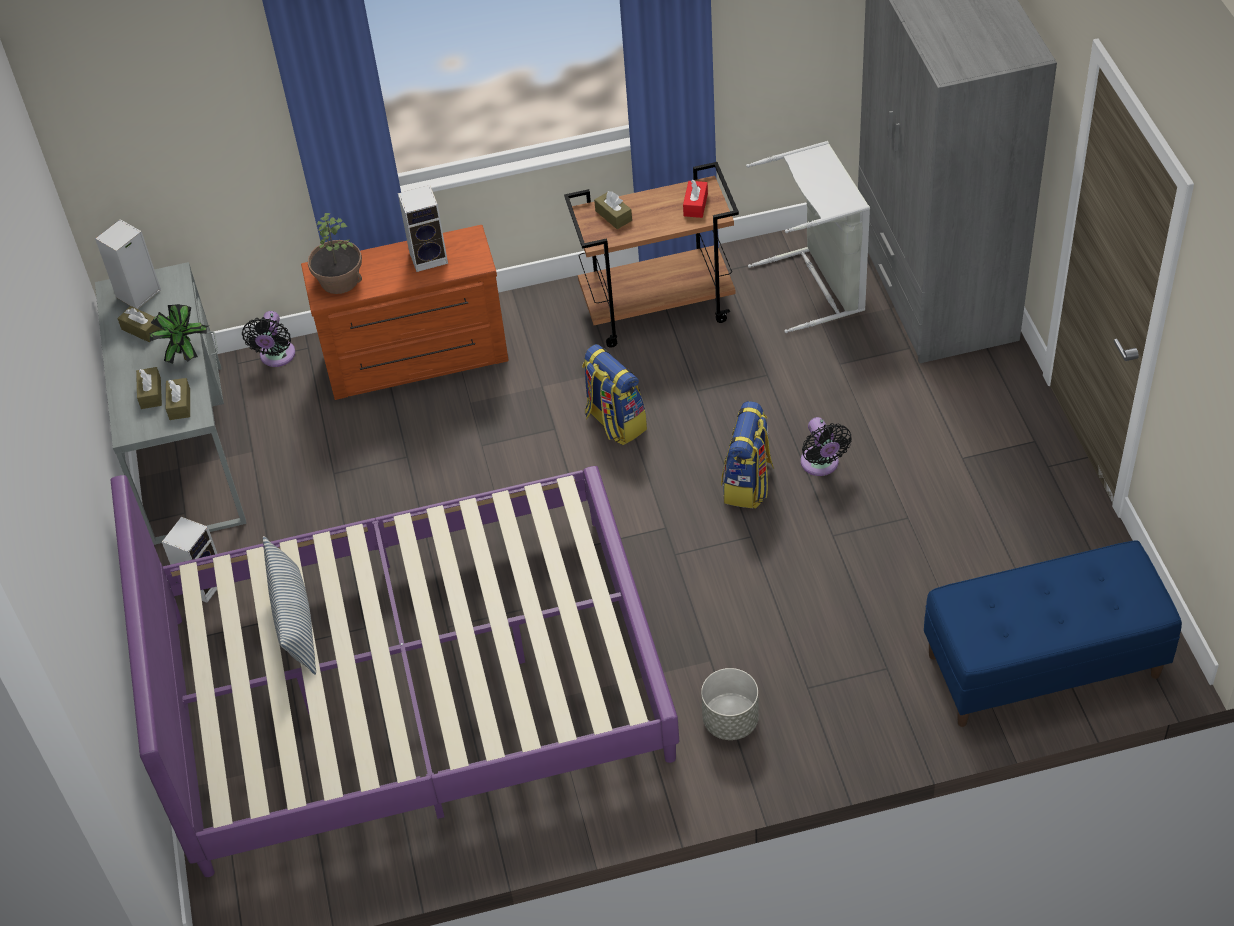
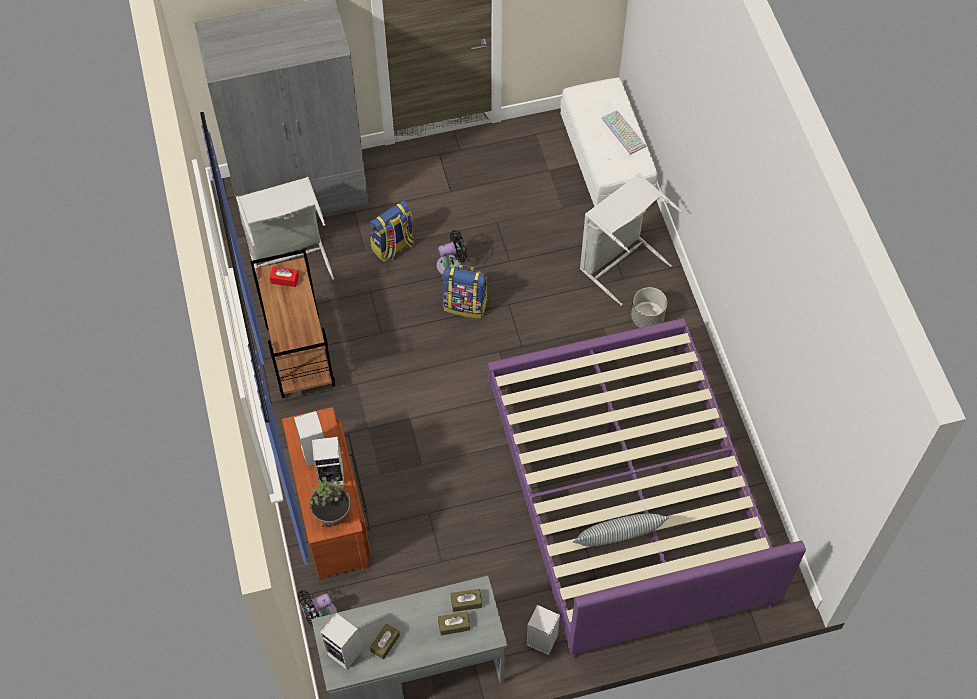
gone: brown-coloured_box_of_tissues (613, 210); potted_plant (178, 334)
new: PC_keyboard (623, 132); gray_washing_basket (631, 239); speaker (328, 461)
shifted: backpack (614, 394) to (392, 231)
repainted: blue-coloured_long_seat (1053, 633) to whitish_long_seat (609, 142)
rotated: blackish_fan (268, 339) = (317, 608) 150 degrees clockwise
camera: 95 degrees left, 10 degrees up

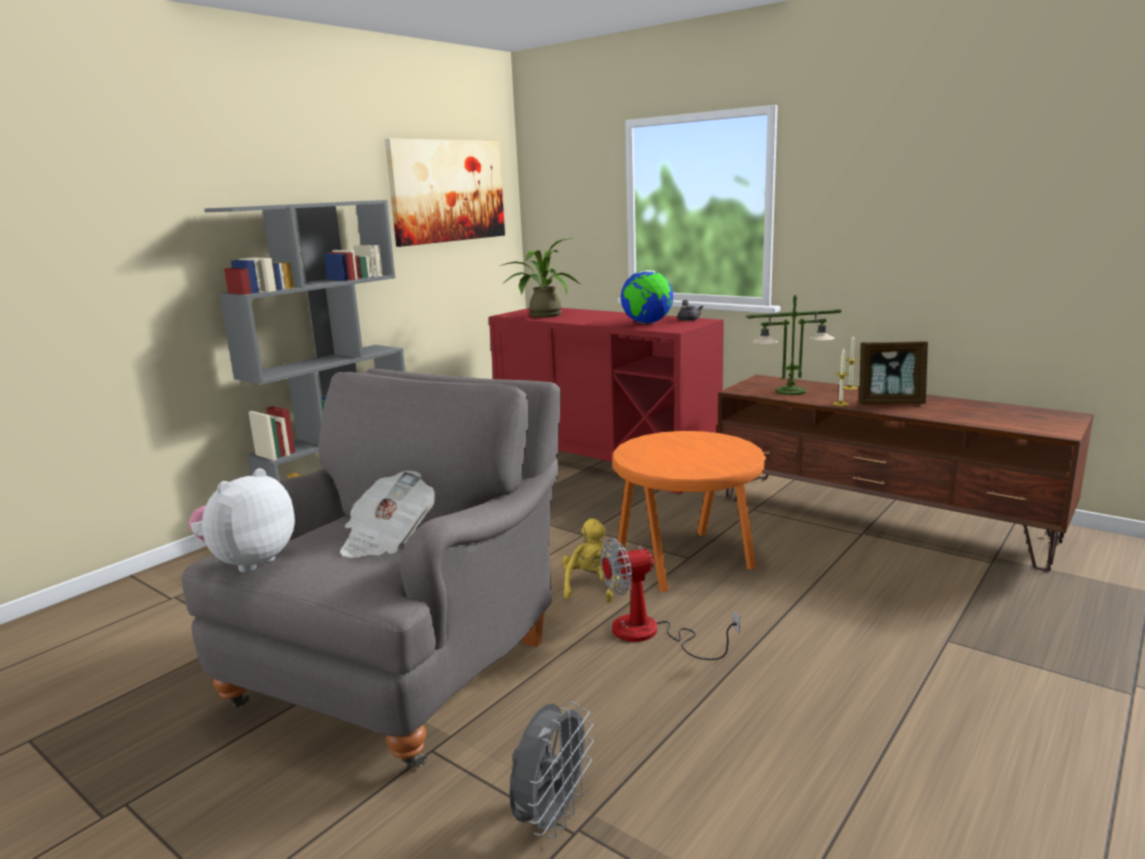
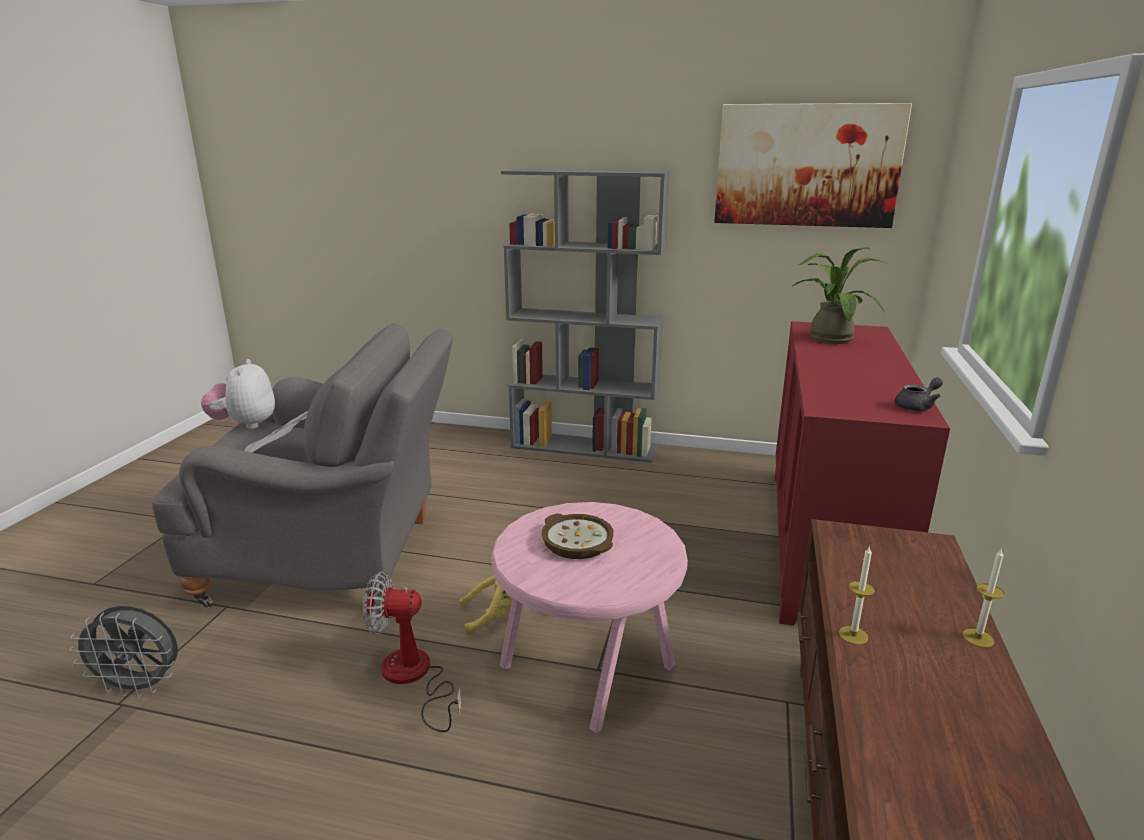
gone: desk_globe (646, 297); tabletop_lamp (794, 345); picture_frame (893, 372)
new: serving_bowl (577, 536)
repainted: orange-coloured_side_table (689, 511) to pink_side_table (589, 617)
rotated: plush_toy (242, 520) = (238, 394) 105 degrees counterclockwise; fan (670, 599) = (412, 652) 45 degrees counterclockwise
camera: 65 degrees right, 5 degrees up

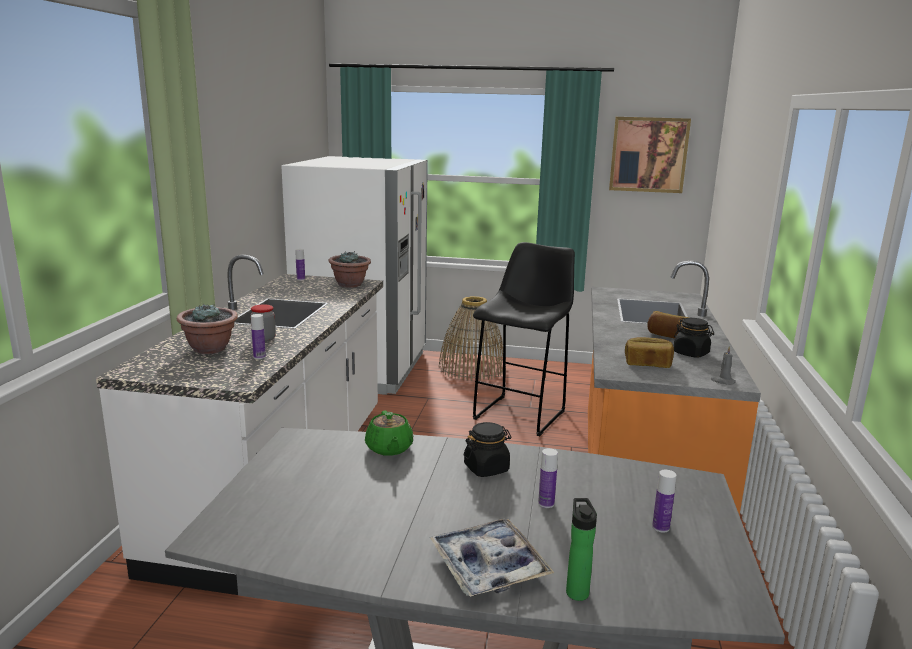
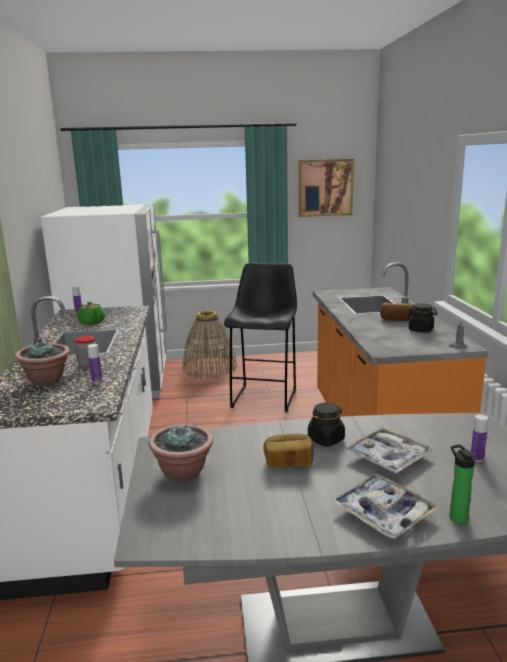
shifted: potted_plant (349, 270) to (181, 453); bakery_bread (649, 352) to (288, 451); greenish_teapot (389, 433) to (91, 313)
swapped: bottle (548, 478) to tray (389, 450)
camera: 15 degrees left, 0 degrees up

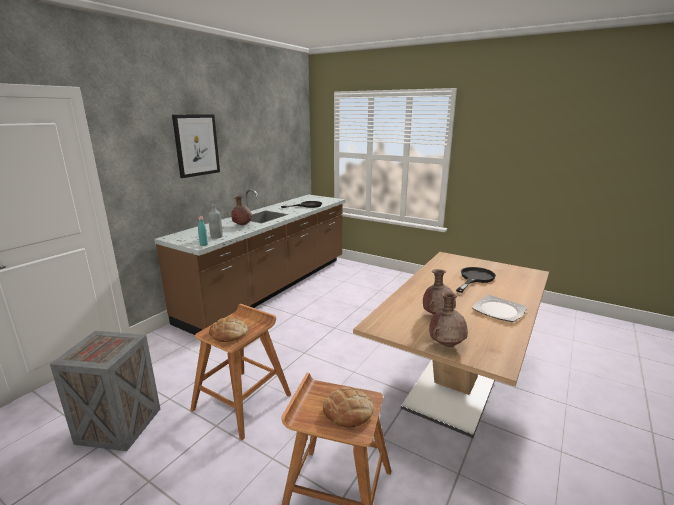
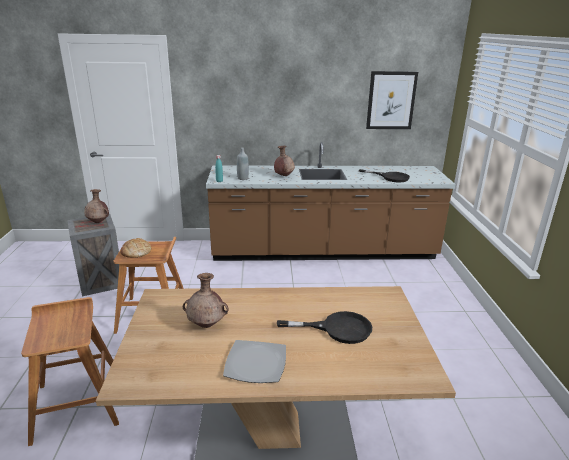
gone: bakery_bread (348, 407)
shifted: wall_picture (196, 146) to (392, 100); brown-coloured_decorative_vase (448, 319) to (96, 206)
camera: 55 degrees right, 5 degrees up

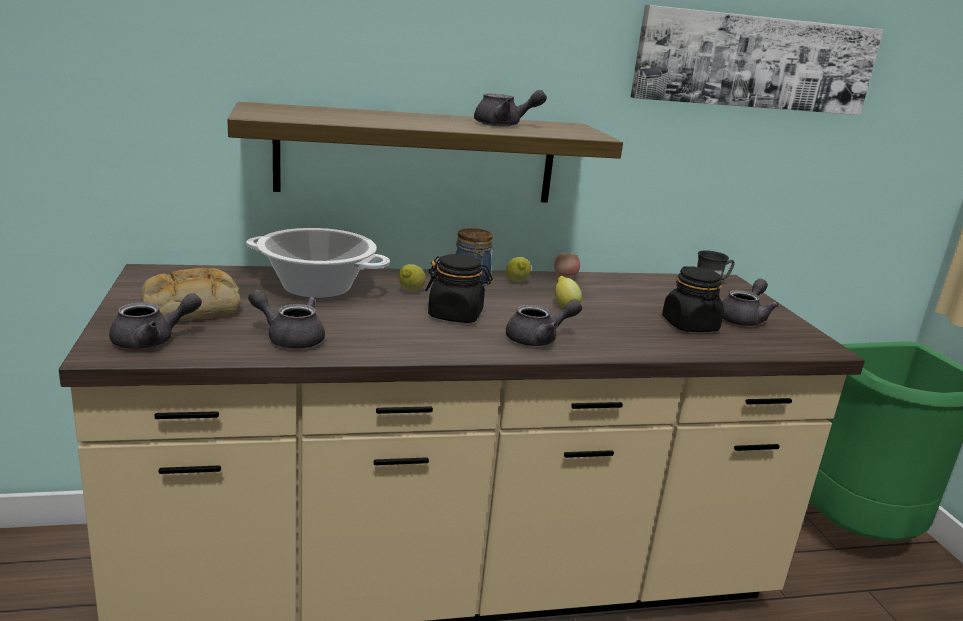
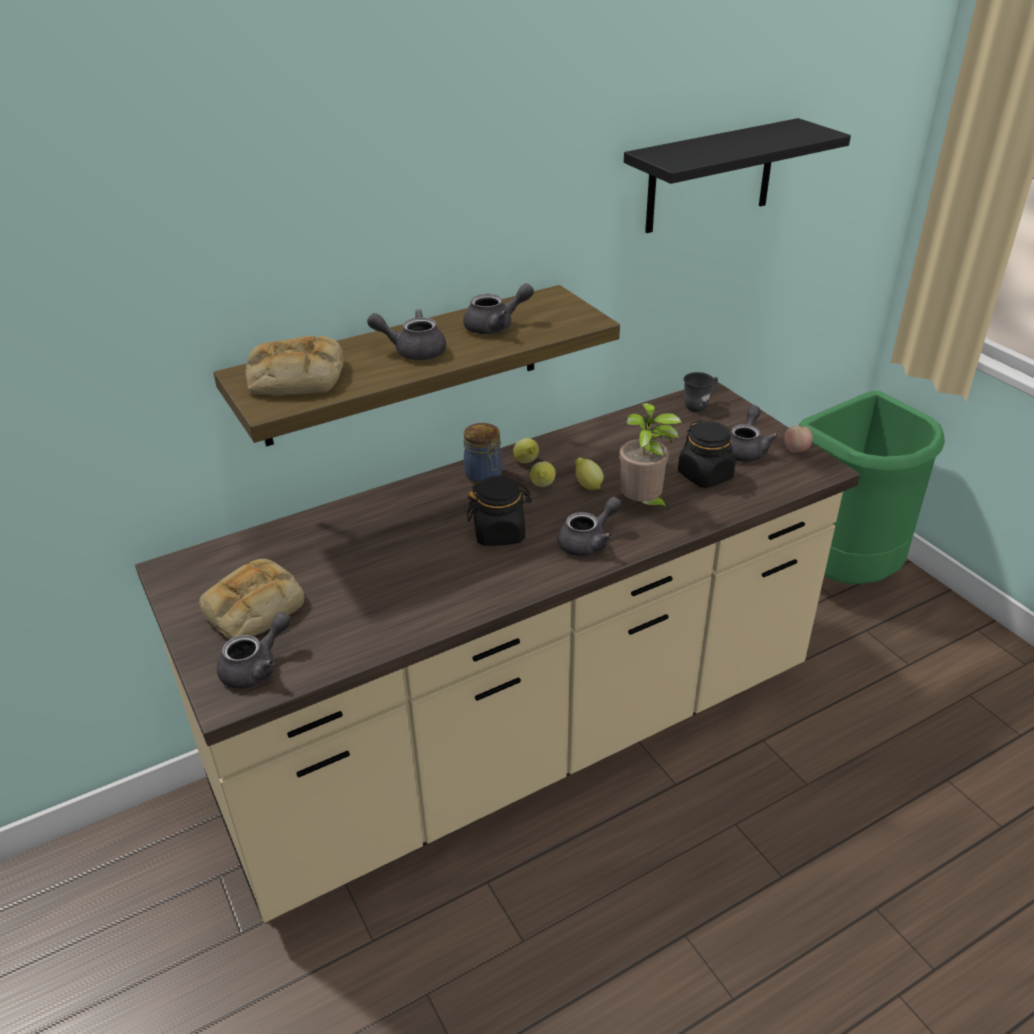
gone: stockpot (318, 263)
new: bakery_bread (295, 365); potted_plant (650, 457)
shifted: apple (567, 265) to (798, 439); whole_lemon (412, 277) to (543, 474); gray_teapot (286, 319) to (406, 334)
swapped: wall_picture (757, 60) to blackish_shelf (737, 175)
camera: 15 degrees left, 15 degrees up

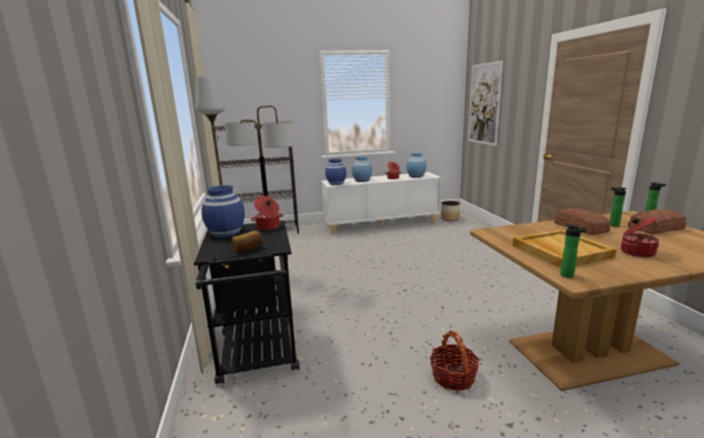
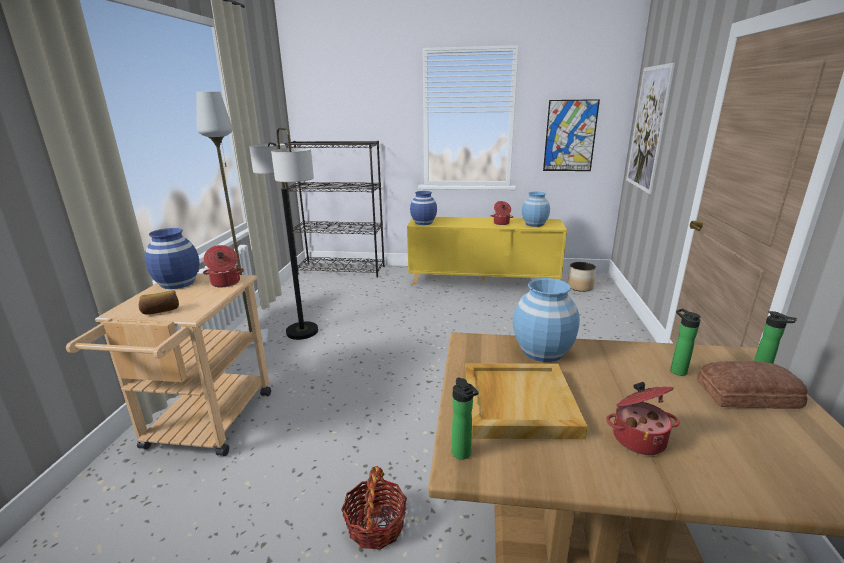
gone: bakery_bread (582, 221)
new: wall_picture (571, 135)
shifted: blue-coloured_decorative_vase (362, 169) to (546, 320)
repainted: whitish_cabinet (381, 203) to yellow-coloured_cabinet (487, 251); blackish_trolley (247, 302) to beige_trolley (168, 364)
camera: 20 degrees right, 5 degrees up

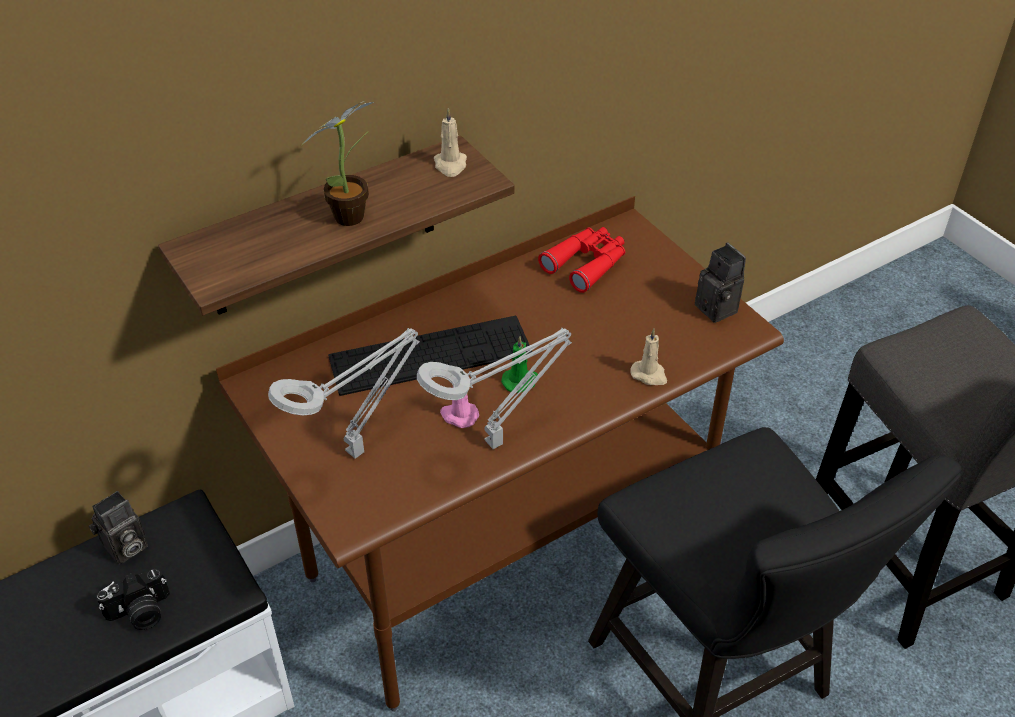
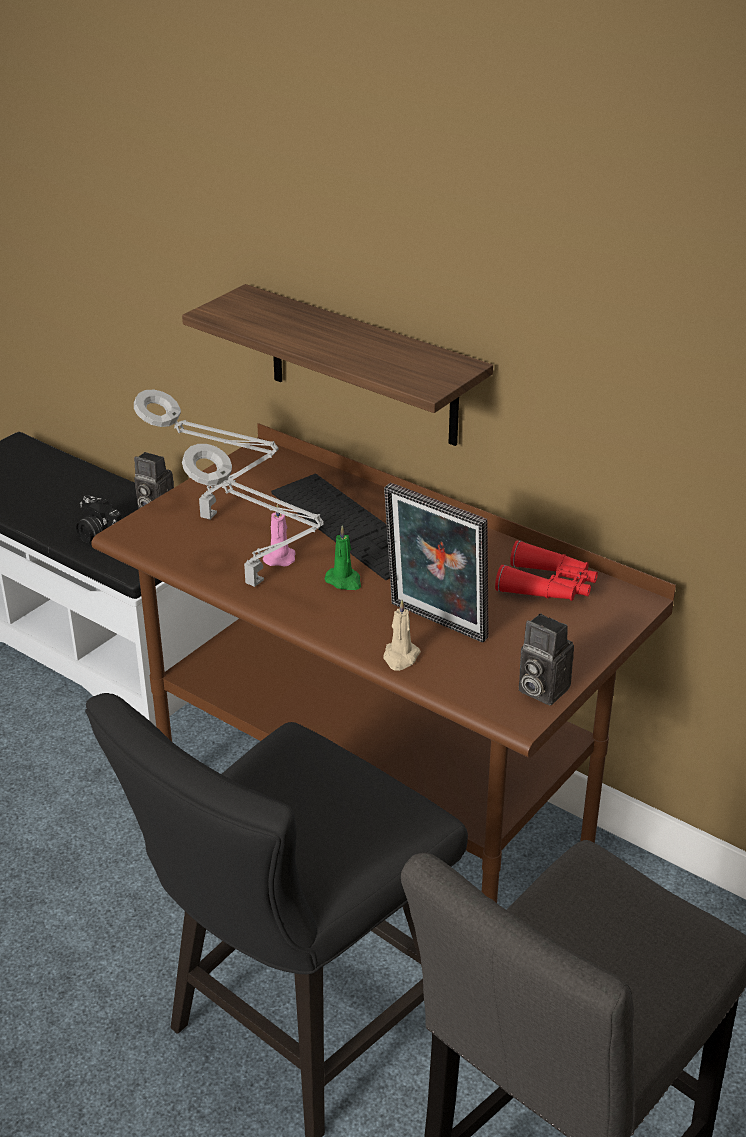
gone: potted_plant (338, 163); beige_candle (450, 142)
new: picture_frame (436, 562)
rotated: photo_camera (720, 282) = (546, 659) 90 degrees clockwise
camera: 70 degrees right, 10 degrees down

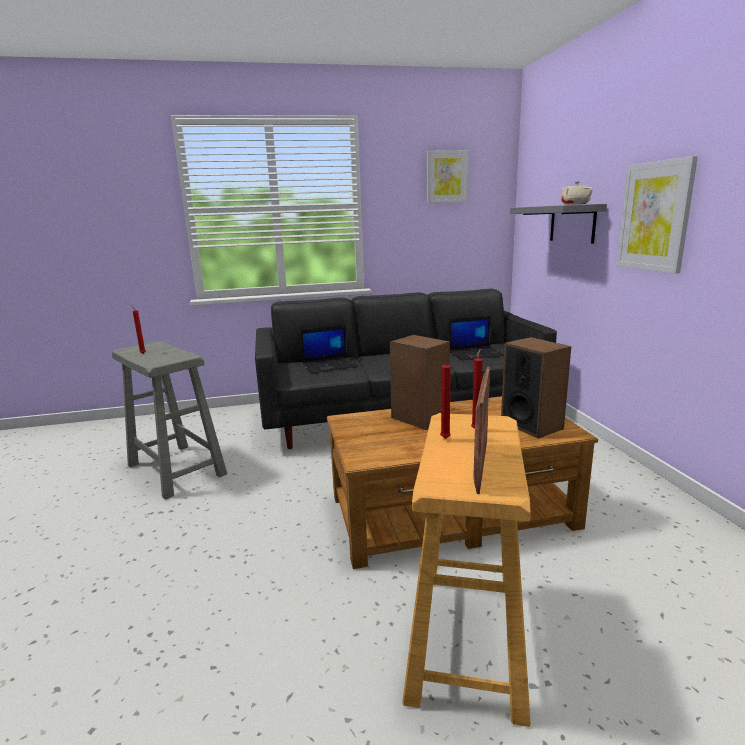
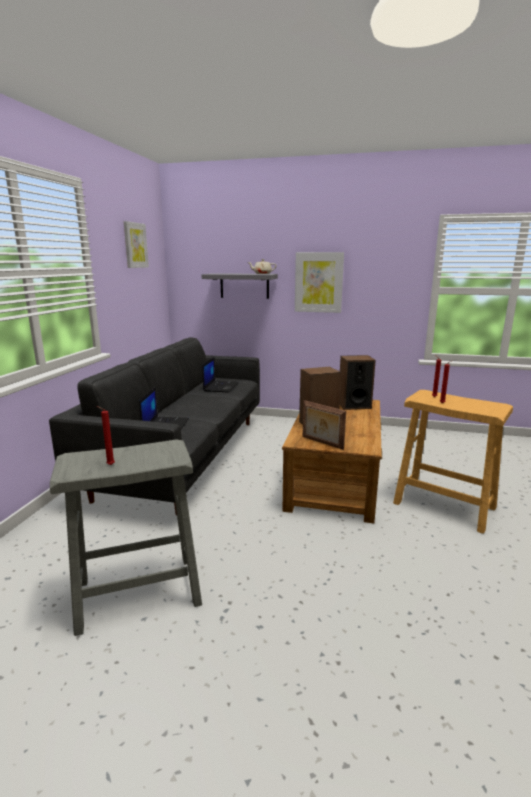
shifted: picture_frame (481, 430) to (324, 425)
camera: 65 degrees left, 0 degrees up

